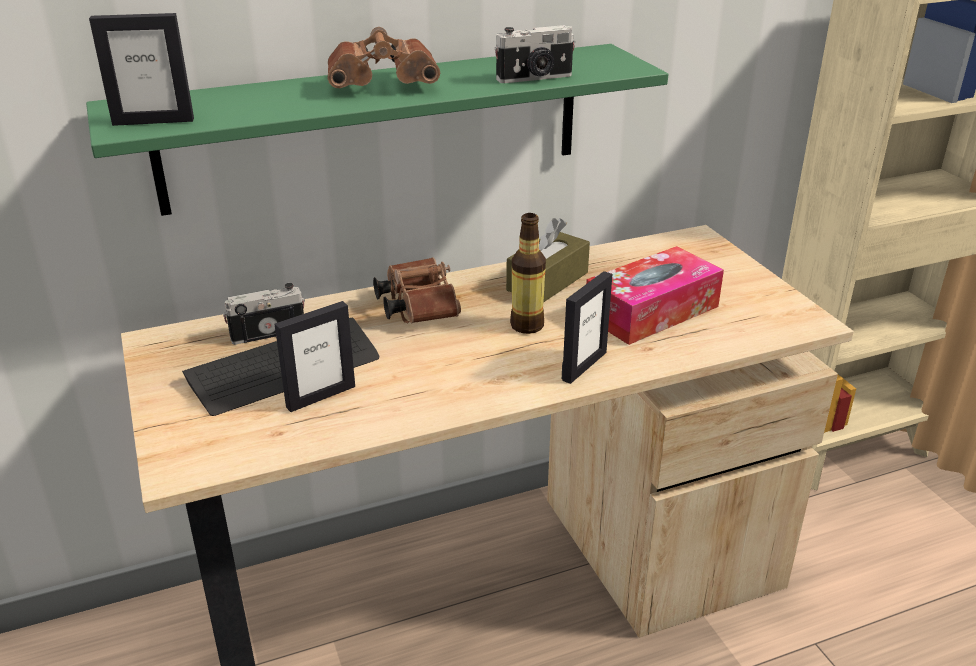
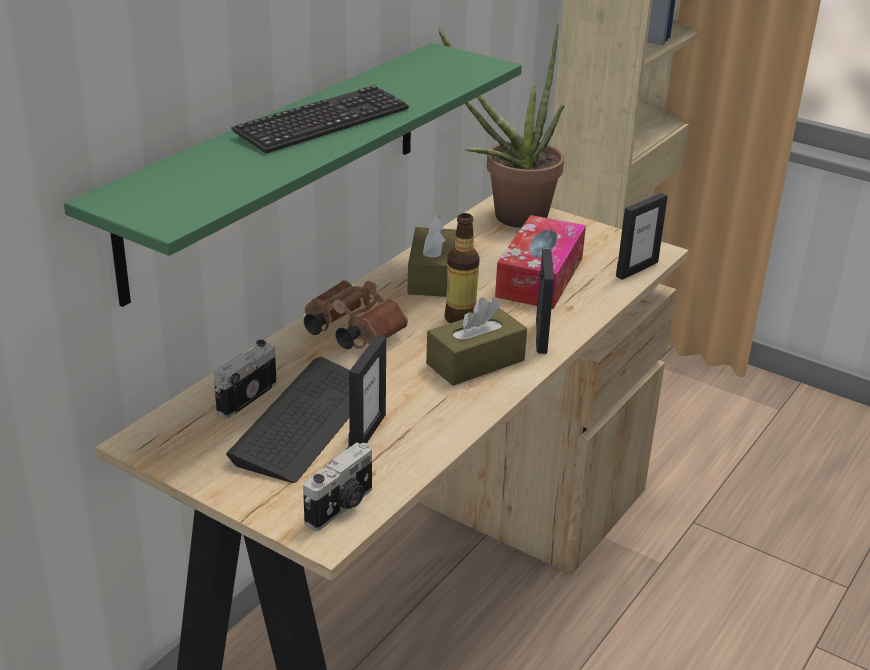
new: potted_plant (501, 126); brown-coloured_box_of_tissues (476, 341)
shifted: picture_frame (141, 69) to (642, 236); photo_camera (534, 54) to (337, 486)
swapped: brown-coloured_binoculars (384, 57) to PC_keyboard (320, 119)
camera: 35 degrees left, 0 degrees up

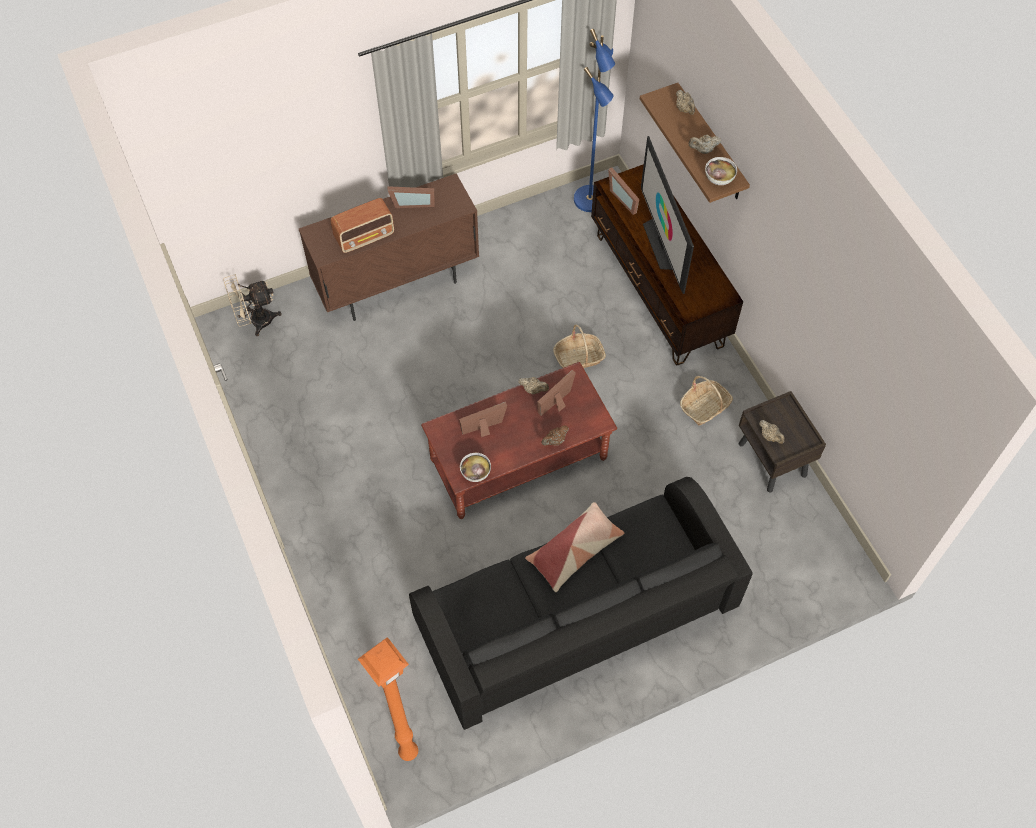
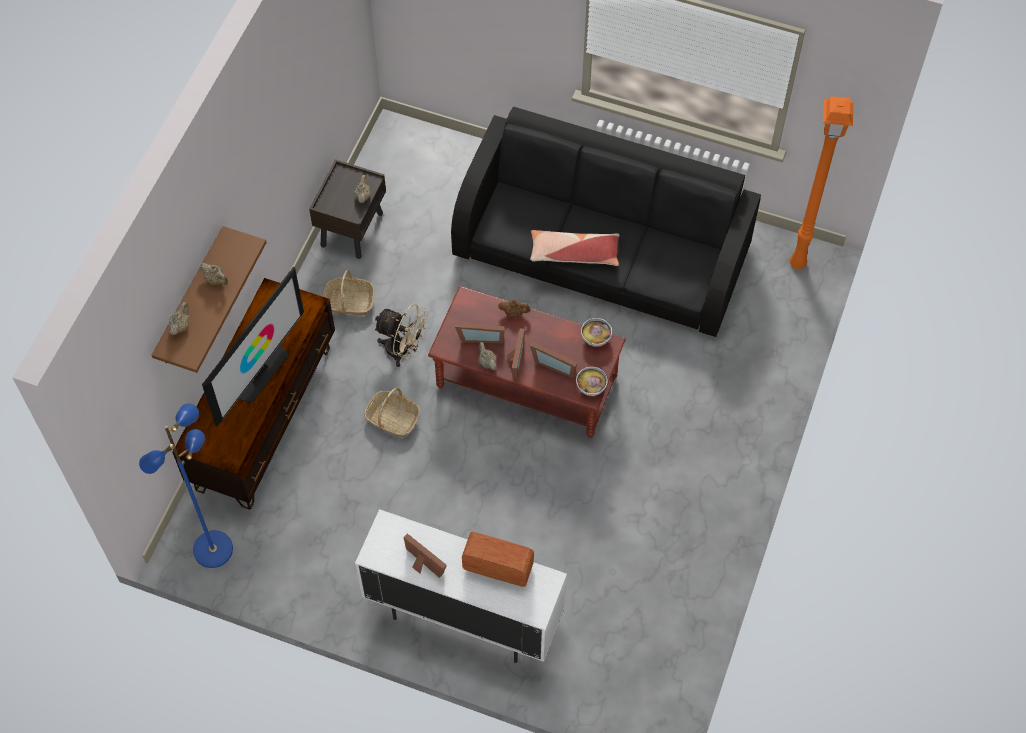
shifted: serving_bowl (721, 171) to (592, 381); picture_frame (623, 191) to (515, 353); beige_fan (252, 305) to (401, 335)
repainted: brown-coloured_cabinet (389, 247) to whitish_cabinet (461, 586)
camera: 135 degrees left, 0 degrees up

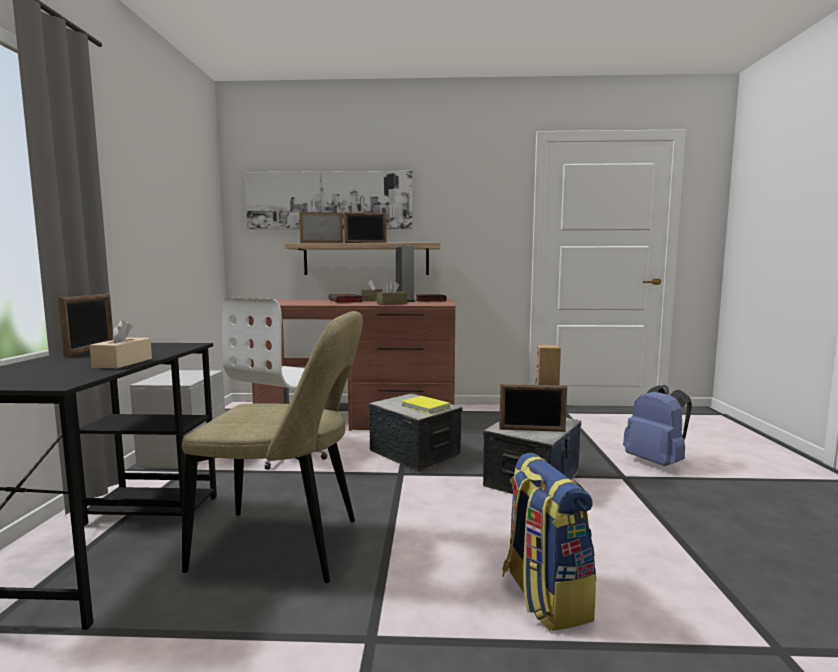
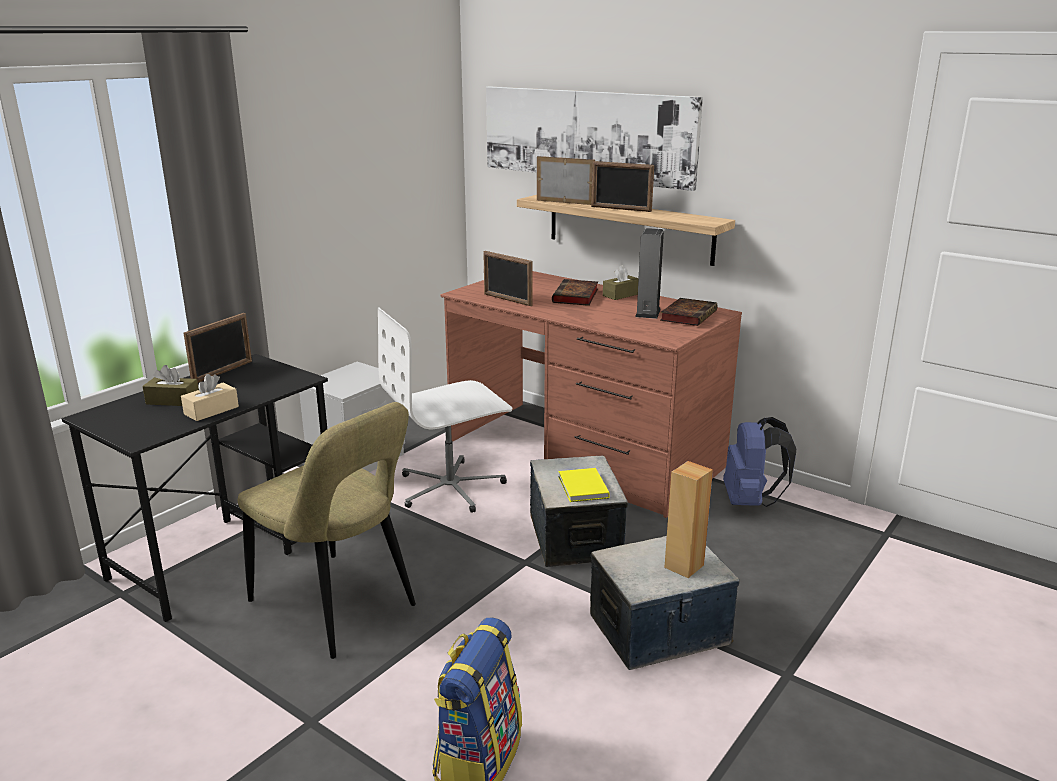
shifted: brown-coloured_box_of_tissues (392, 293) to (170, 385); picture_frame (533, 408) to (508, 278); blue-coloured_backpack (657, 425) to (759, 462)
camera: 35 degrees right, 15 degrees up

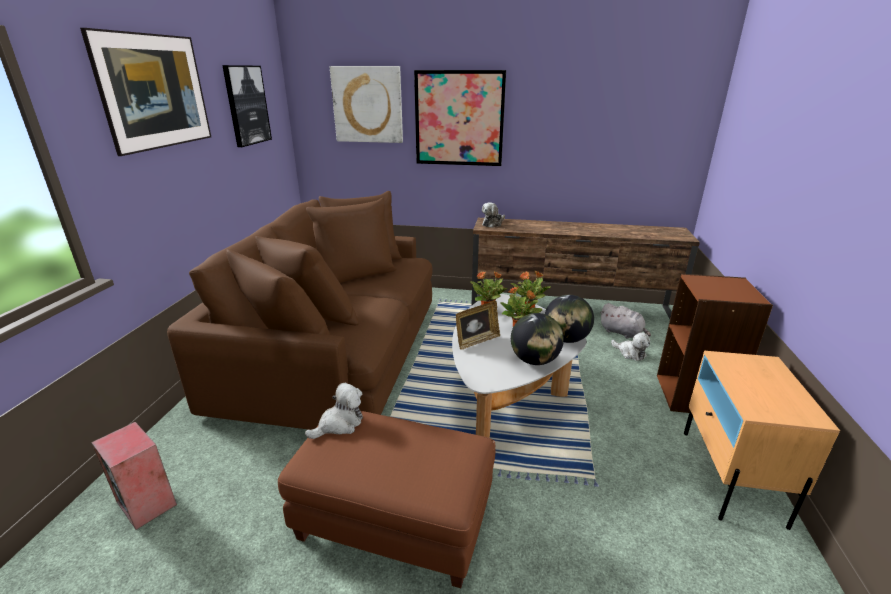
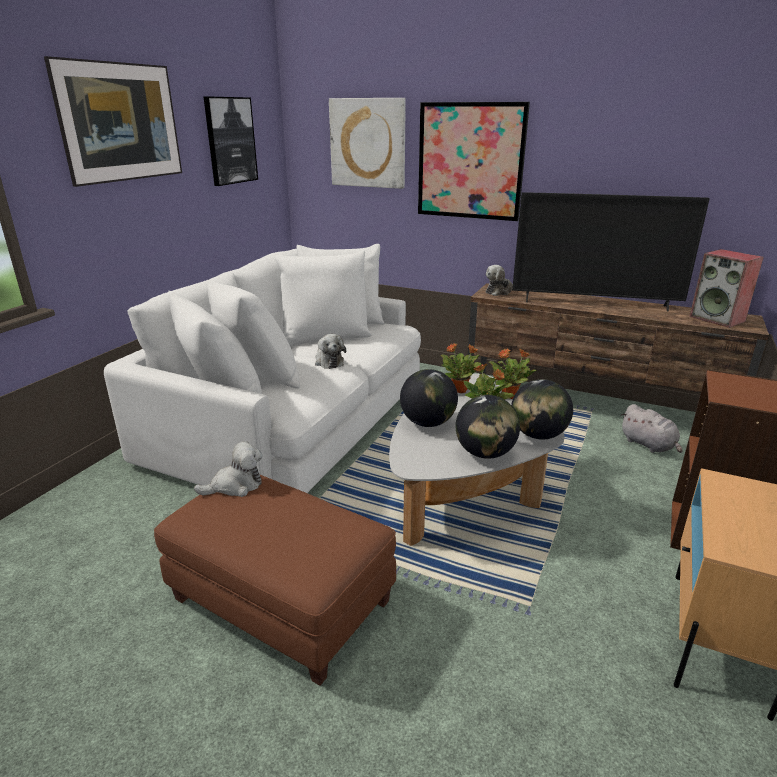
new: TV_set (611, 252)
shifted: plush_toy (630, 346) to (330, 351); speaker (134, 476) to (726, 288)
swapped: picture_frame (478, 325) to desk_globe (429, 398)
repainted: brown-coloured_couch (300, 310) to whitish_couch (262, 368)
camera: 15 degrees right, 0 degrees up

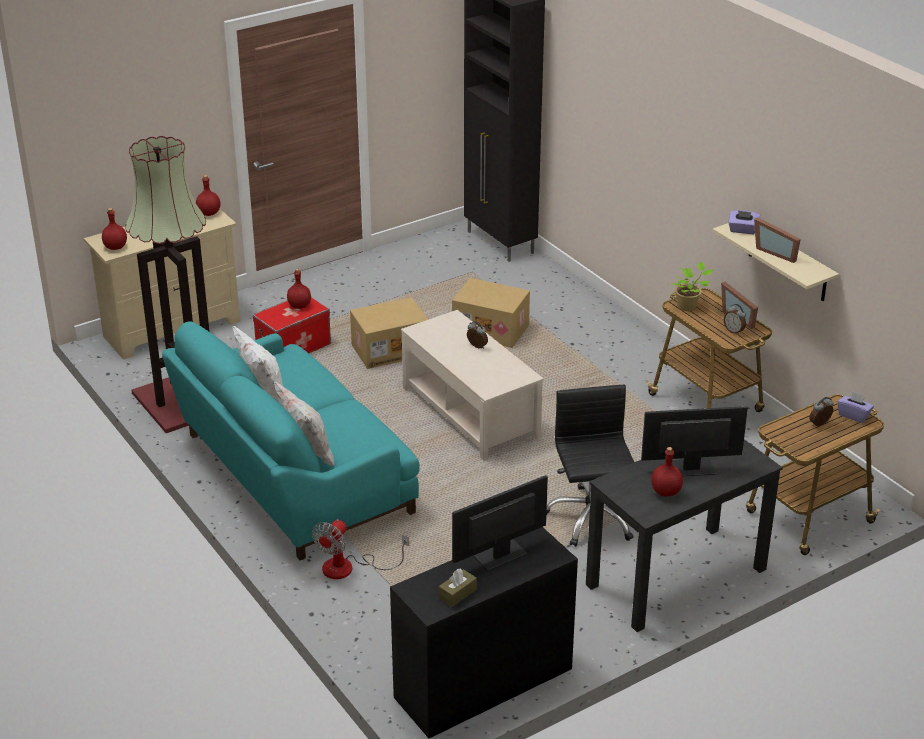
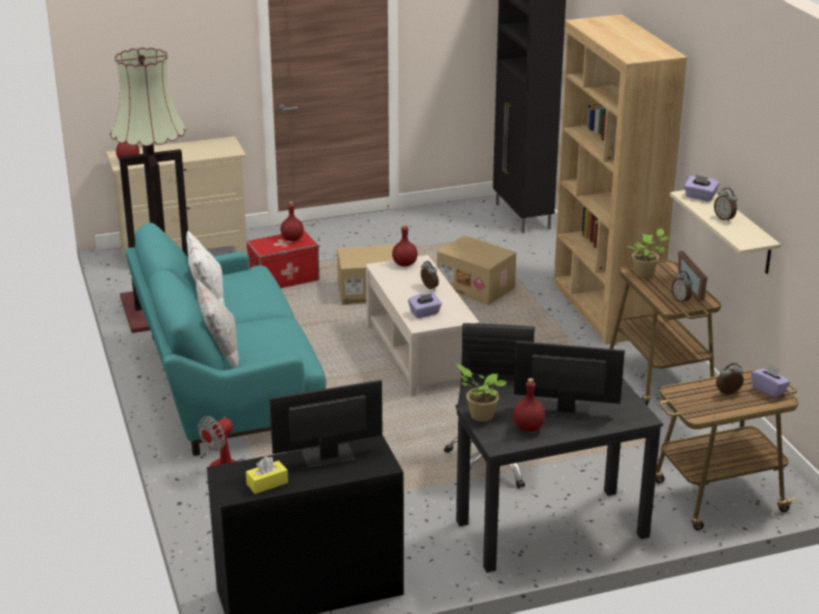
new: brown-coloured_bookcase (620, 179); purple_box_of_tissues (425, 305); potted_plant (481, 393)
shifted: red-coloured_bottle (208, 195) to (405, 245)
swapped: picture_frame (777, 240) to table_clock (725, 205)
repainted: brown-coloured_box_of_tissues (458, 587) to yellow-coloured_box_of_tissues (267, 475)
camera: 15 degrees right, 5 degrees down

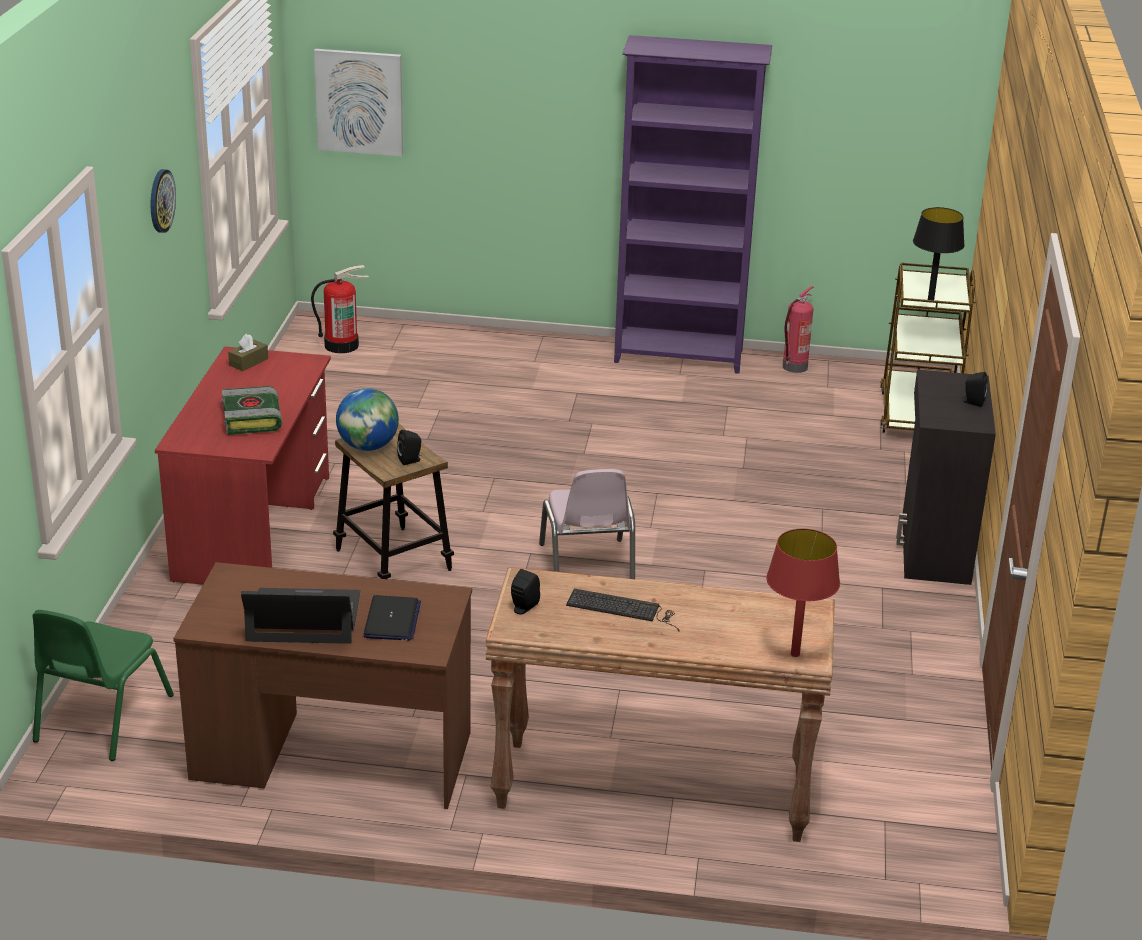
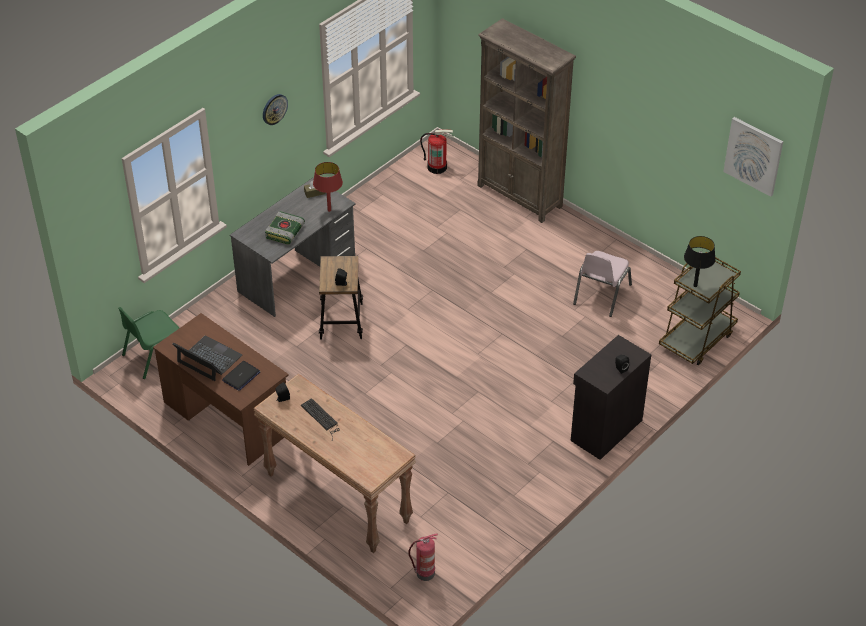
gone: purple_bookcase (693, 204); desk_globe (367, 419)
new: brown-coloured_bookcase (526, 120)
shifted: wall_picture (358, 102) to (753, 157); fire-fighting_cylinder (798, 329) to (423, 557); pink_chair (587, 524) to (602, 284); red-coloured_tabletop_lamp (803, 593) to (328, 187)
repainted: red-coloured_desk (243, 465) to gray_desk (293, 247)
camera: 35 degrees right, 15 degrees up

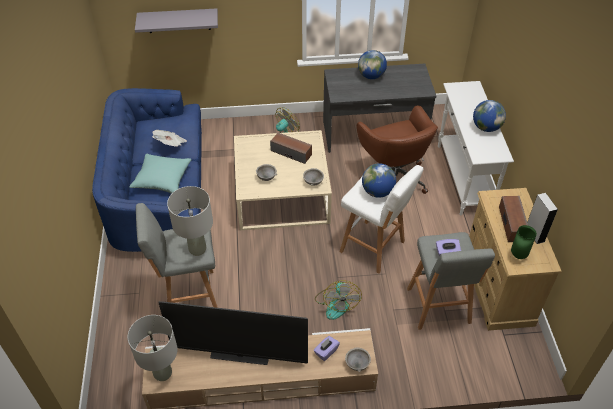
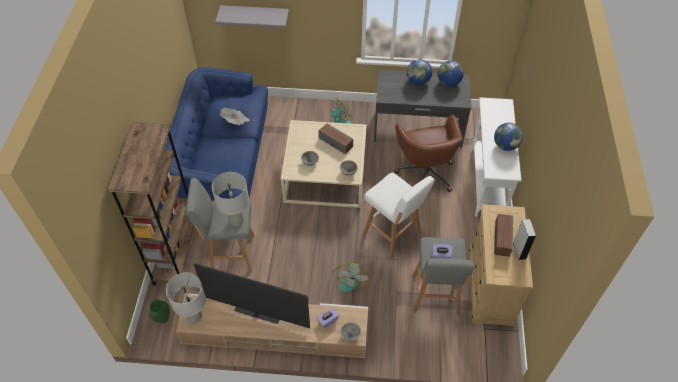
gone: turquoise-coloured_cushion (160, 174)
new: brown-coloured_bookcase (151, 203)
shifted: desk_globe (379, 180) to (451, 73); greenish_decorative_vase (524, 242) to (159, 311)
camera: 10 degrees right, 5 degrees up

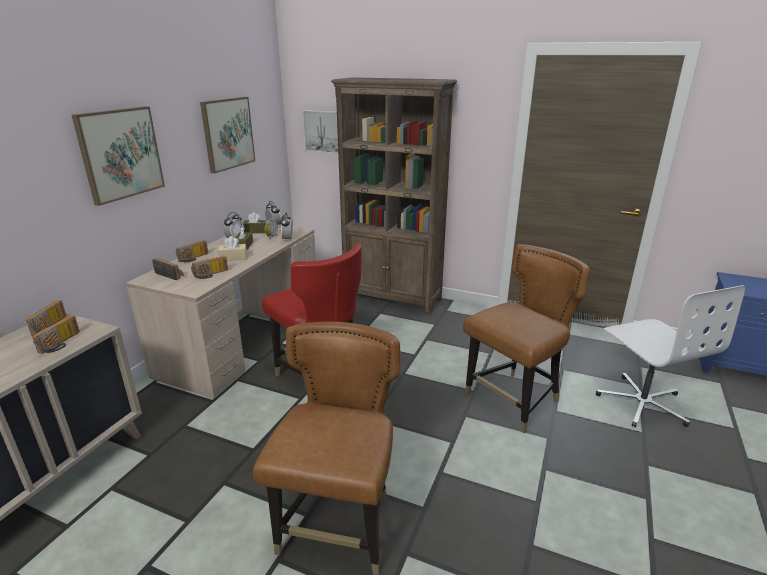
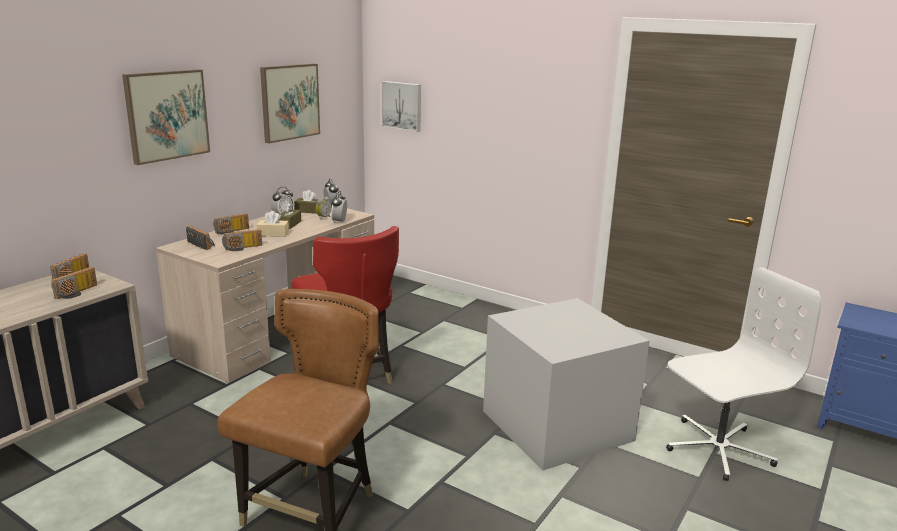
gone: brown-coloured_bookcase (394, 196)
swapped: brown-coloured_chair (526, 338) to gray_storage_bin (566, 384)
rotated: whitish_computer_chair (670, 356) = (743, 374) 105 degrees counterclockwise
camera: 10 degrees right, 5 degrees down

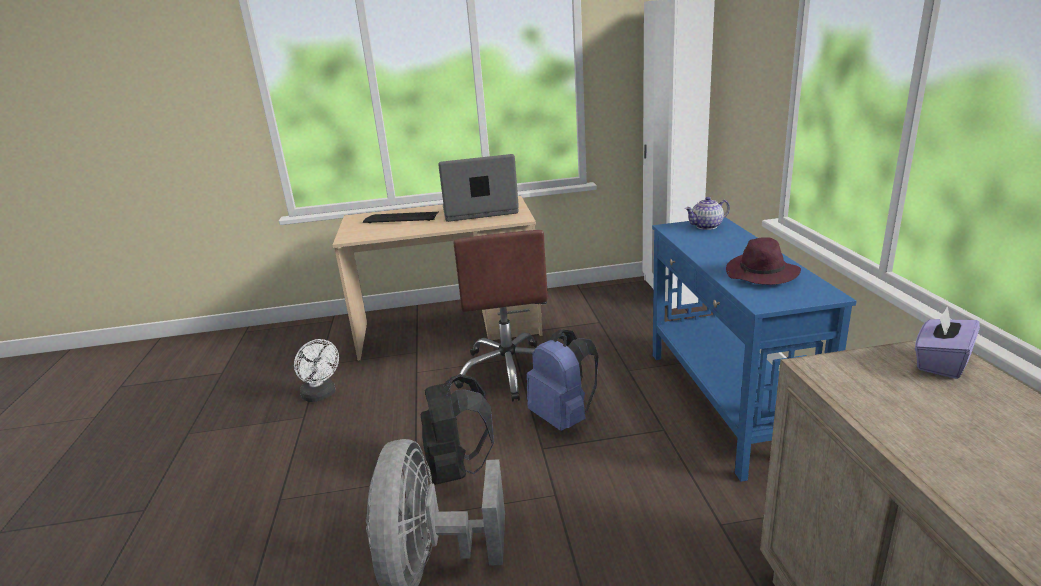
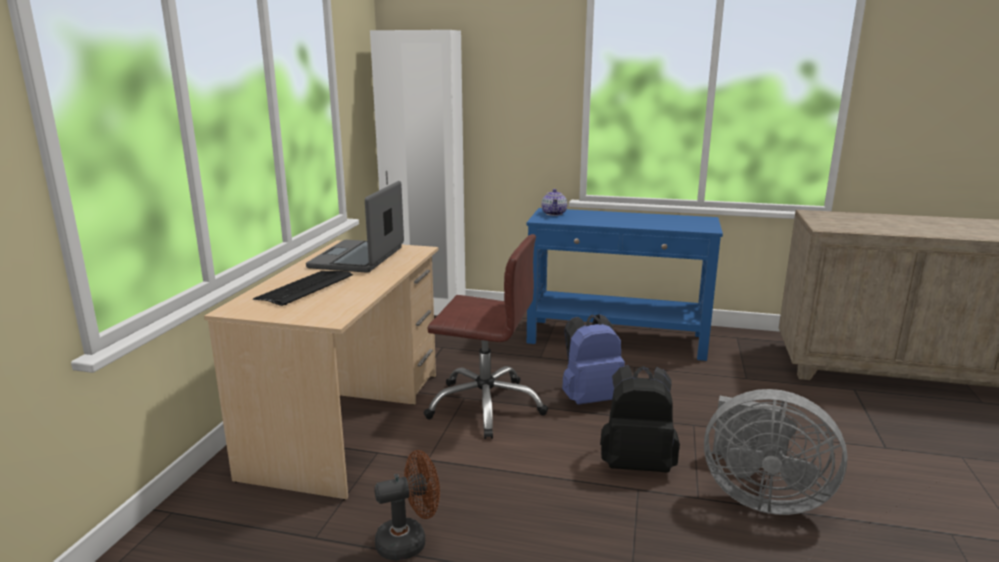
gone: purple_clothing_hat (763, 261); purple_box_of_tissues (947, 342)
repainted: whitish_fan (316, 370) to brown-coloured_fan (407, 505)
camera: 70 degrees left, 5 degrees down

